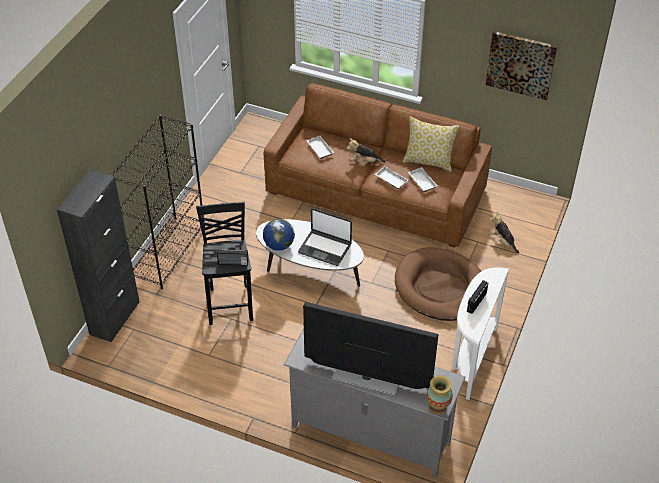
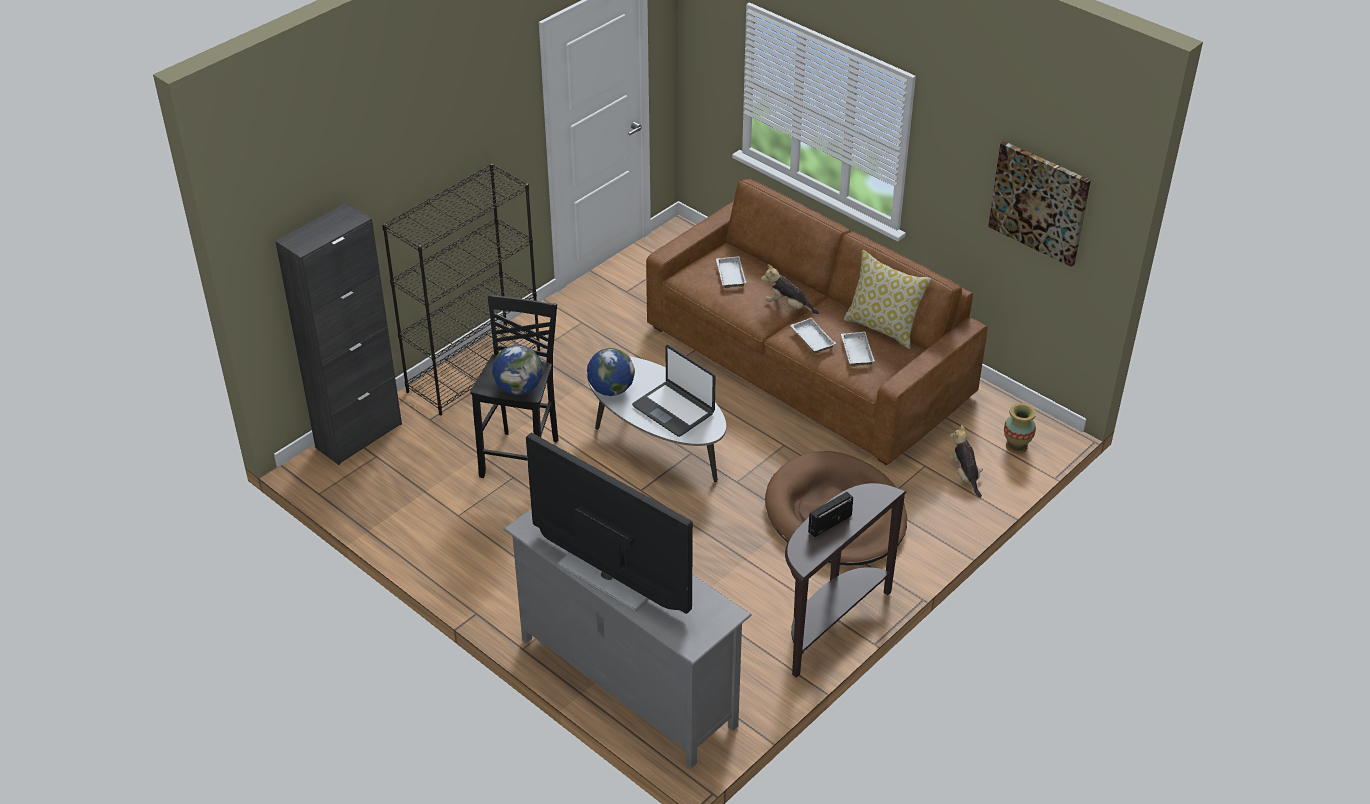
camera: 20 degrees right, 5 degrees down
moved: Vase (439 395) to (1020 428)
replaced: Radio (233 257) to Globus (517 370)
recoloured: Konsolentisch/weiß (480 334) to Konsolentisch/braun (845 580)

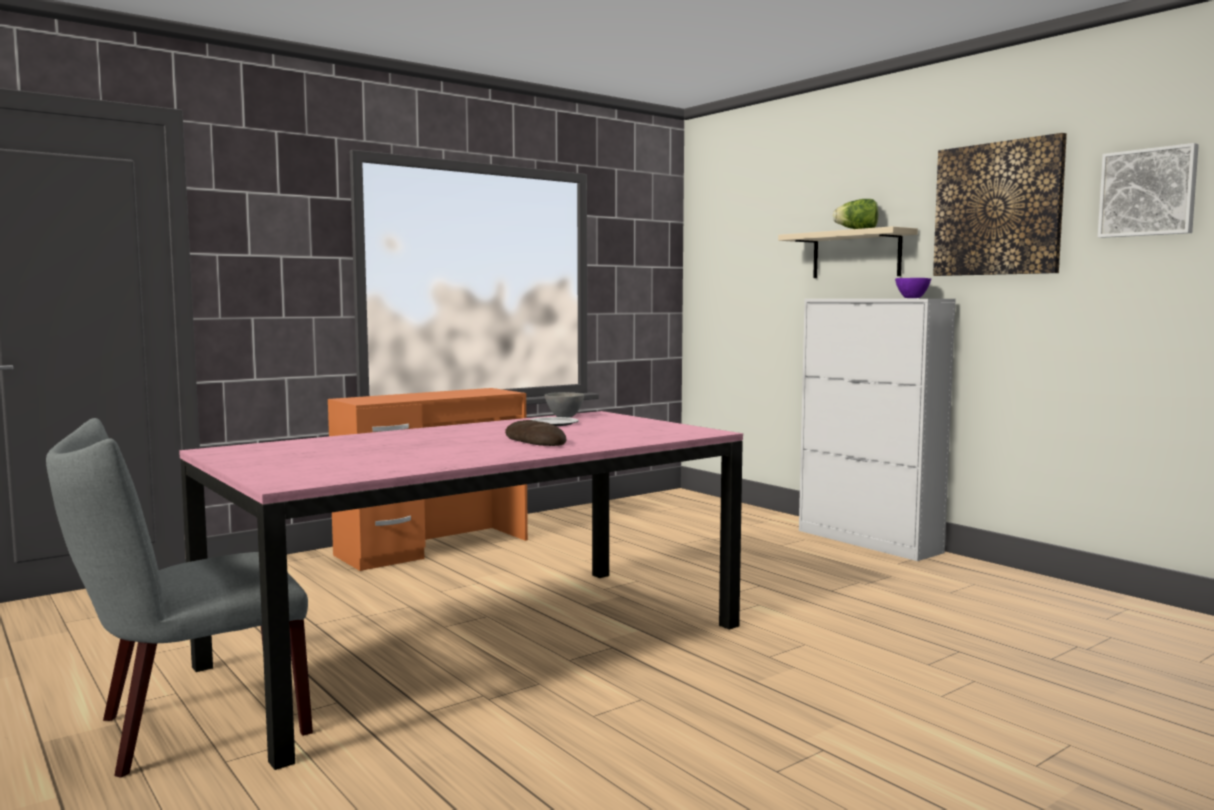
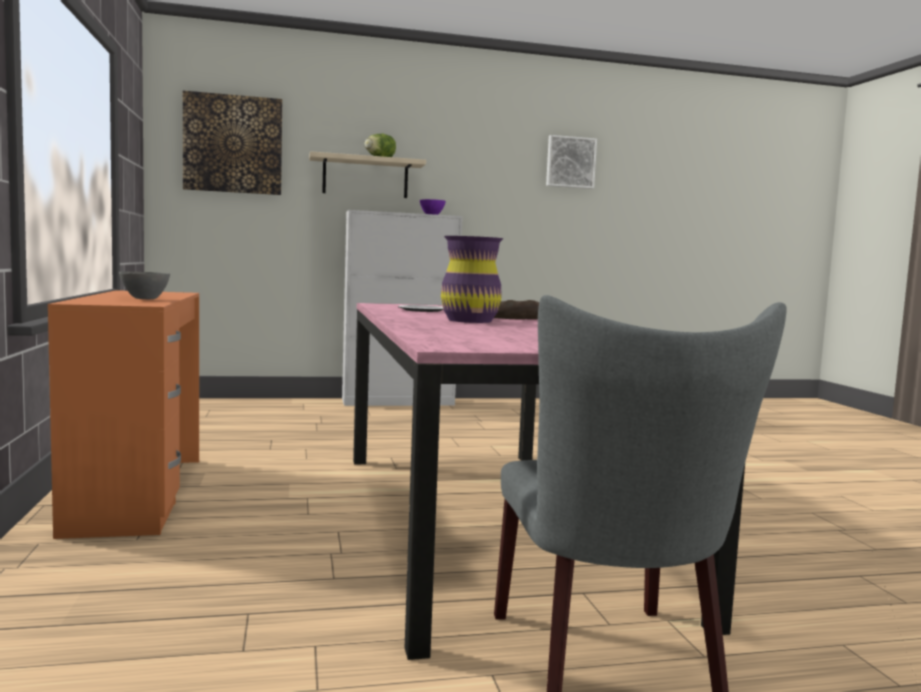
camera: 65 degrees left, 0 degrees up
added: Vase/lila (472 279)
moved: Schüssel/grau (564 405) to (144 285); Bild (1000 204) to (232 143)

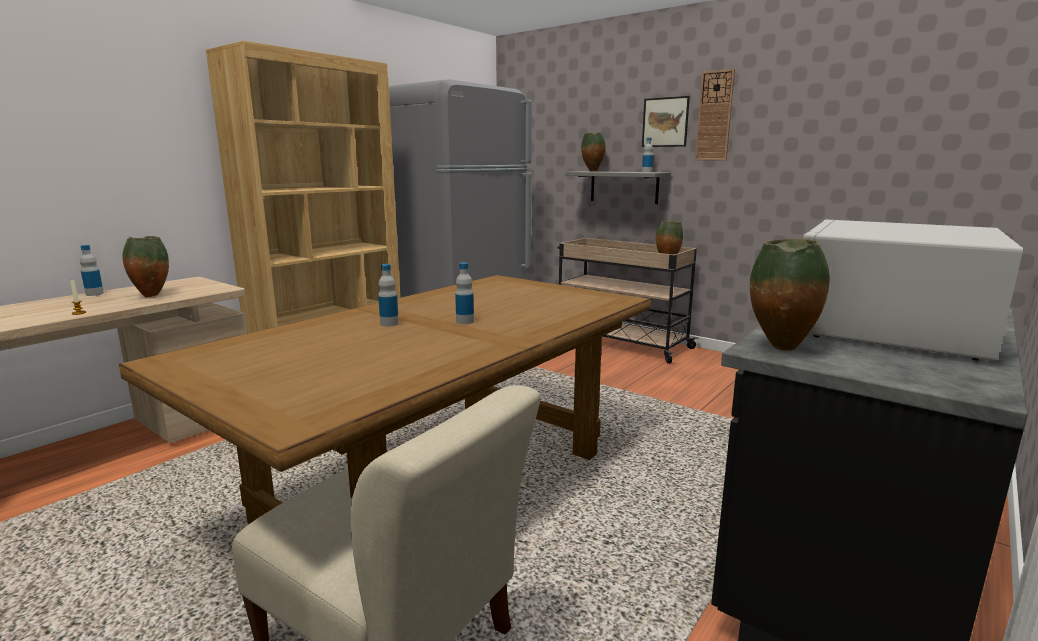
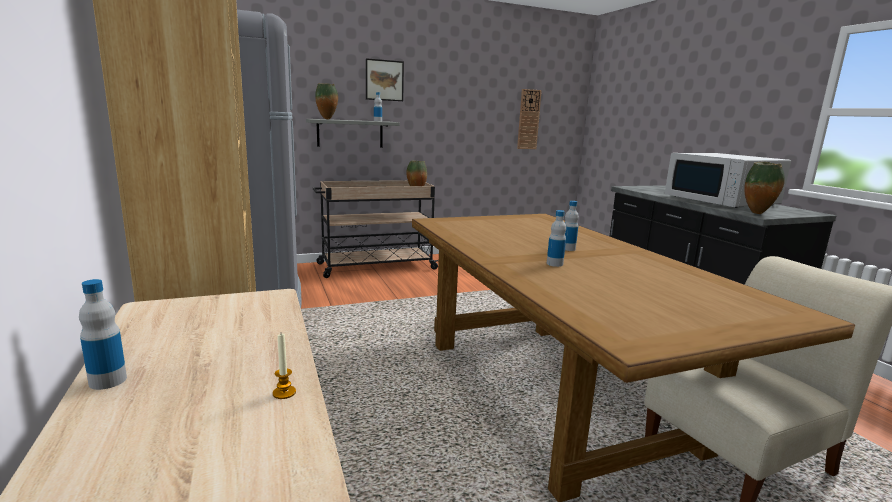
camera: 60 degrees left, 0 degrees up
removed: Vase (145 266)
moved: Wanduhr (715 114) to (529 119)

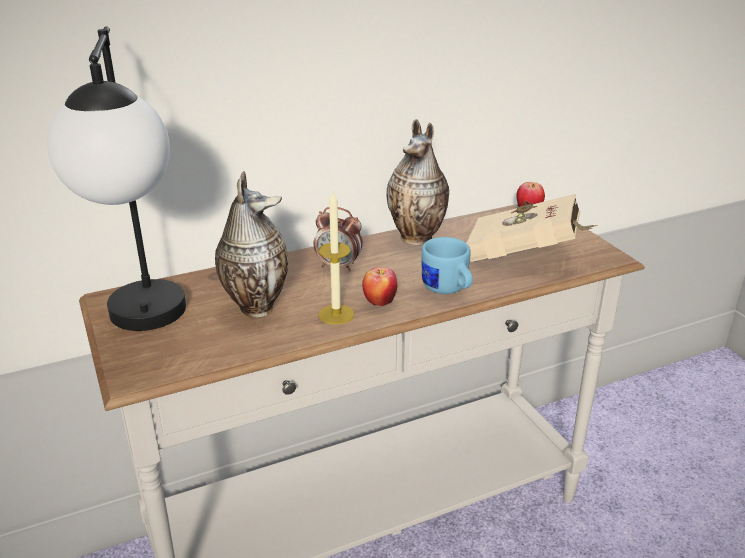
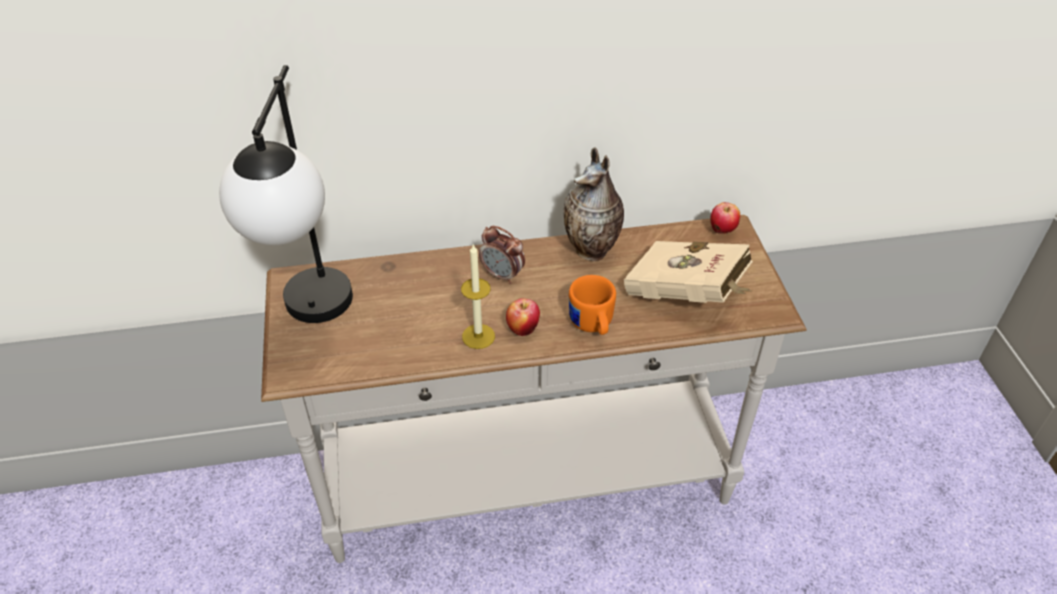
camera: 15 degrees right, 15 degrees up
removed: Vase (252 244)
recoloured: Henkelbecher/blau (447 265) to Henkelbecher/orange (592 305)

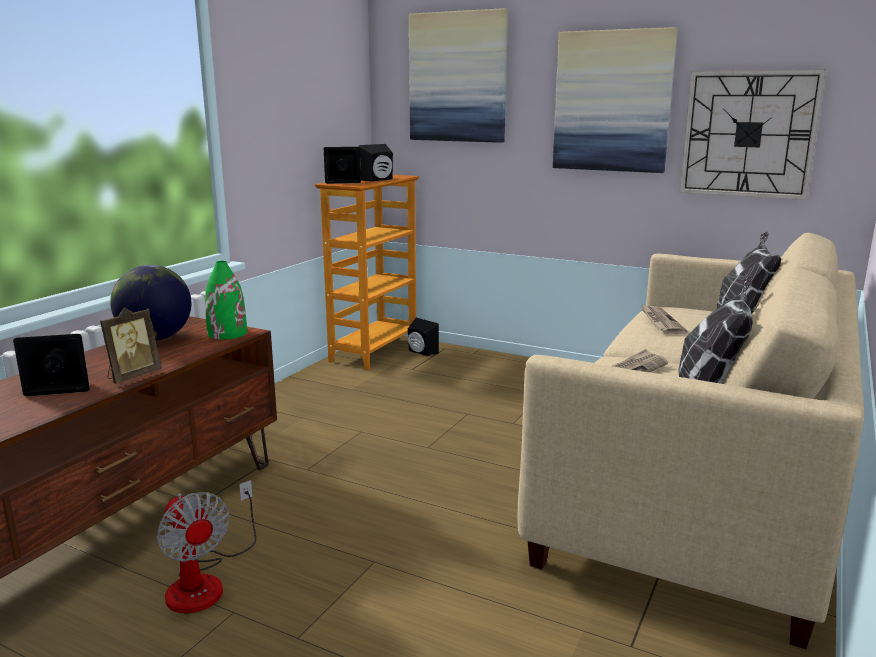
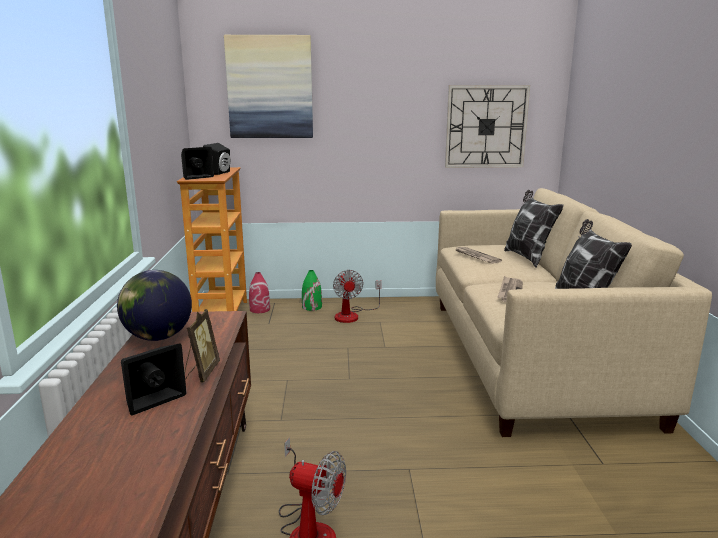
camera: 30 degrees left, 0 degrees up
removed: Bild (615 100)
added: Ventilator (357 296)
moved: Vase/grün (226 300) to (312 290)
replaced: Lautsprecher/schwarz (423 337) to Vase/rot (259 292)

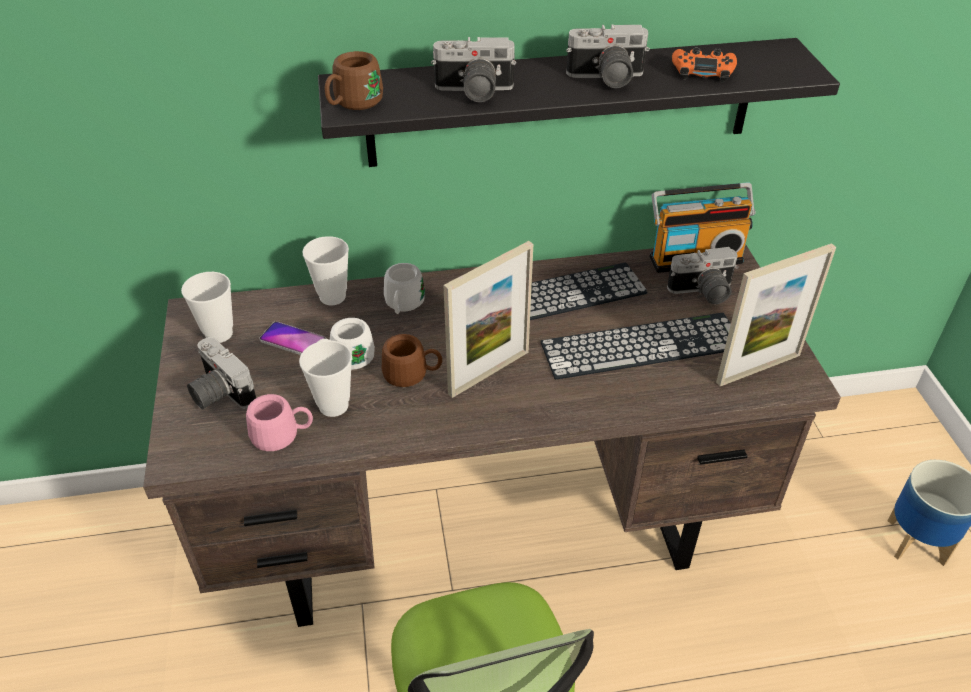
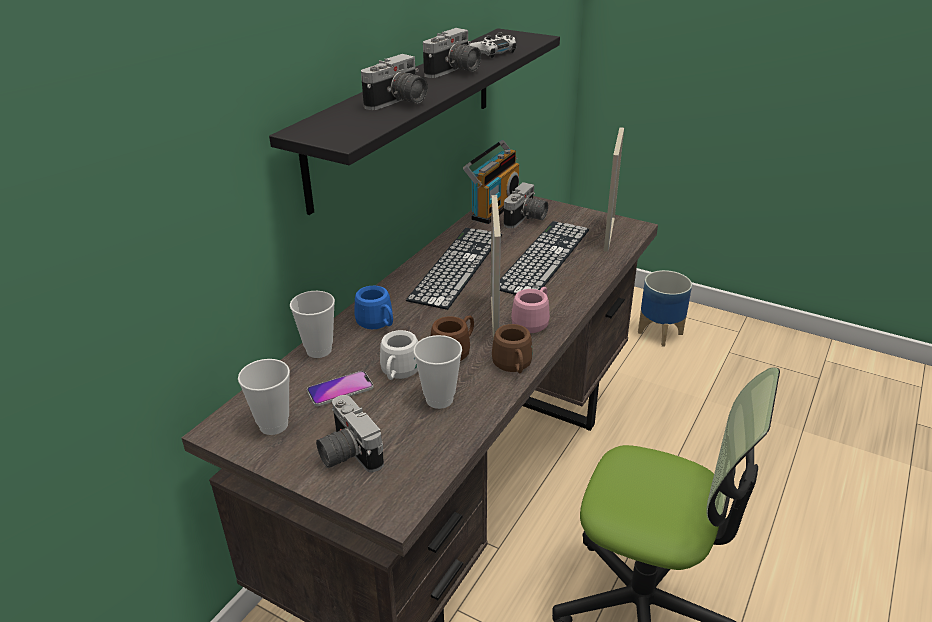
camera: 50 degrees left, 10 degrees down
moved: Henkelbecher/braun (354 80) to (512 348); Henkelbecher/rosa (279 422) to (530 310)
recoloured: Henkelbecher/weiß (404 288) to Henkelbecher/blau (374 307); Gamepad/orange (704 64) to Gamepad/weiß (493 45)
turned: Kamera (221 373) = (350 434) 60 degrees clockwise

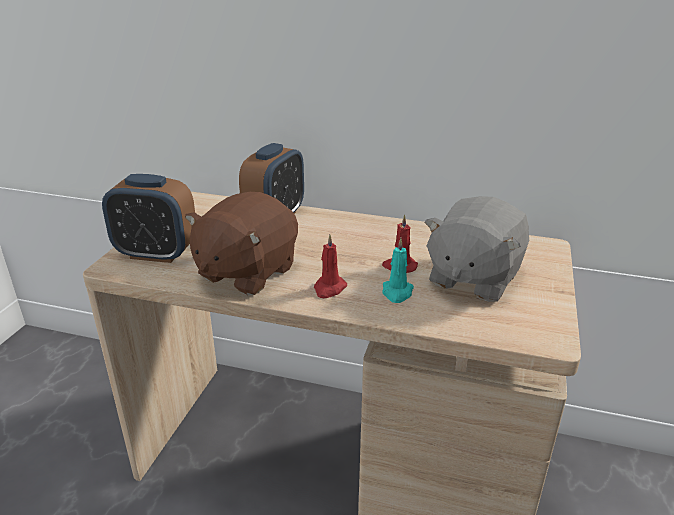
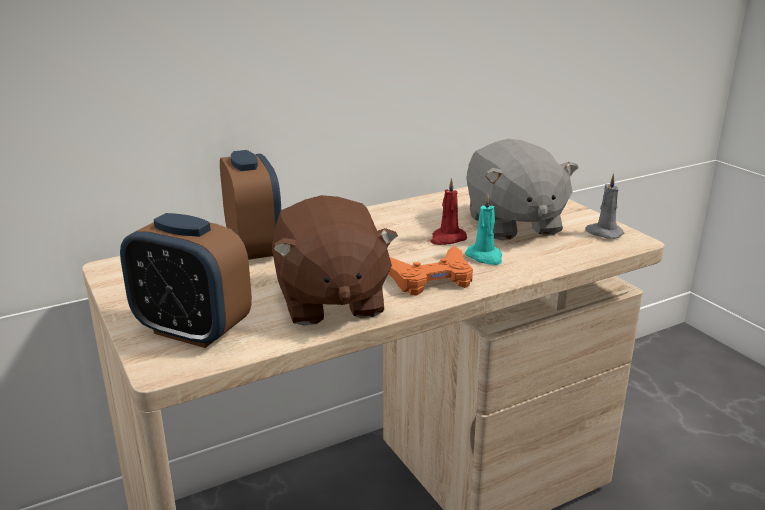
camera: 45 degrees left, 5 degrees down
added: Kerze/grau (604 206)
replaced: Kerze/rot (330 266) to Gamepad/orange (430 270)
turned: Wecker (148 218) = (186 280) 60 degrees clockwise

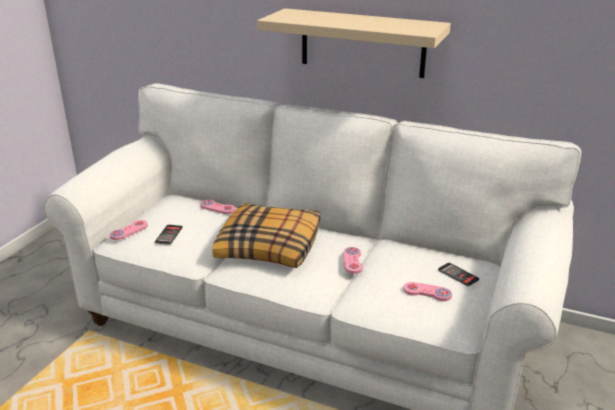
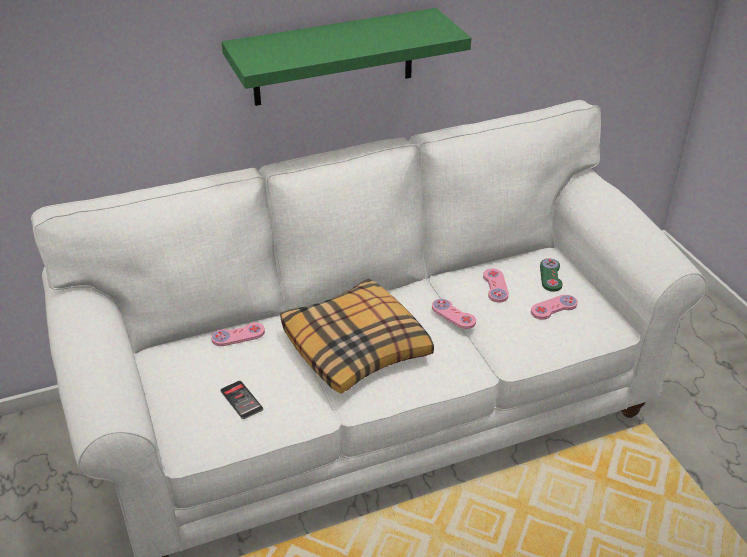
camera: 45 degrees left, 10 degrees up
moved: Gamepad/rosa (129 230) to (496 286)
replaced: Handy (459 275) to Gamepad/grün (551 275)
recoloured: Wandregal/beige (354 43) to Wandregal/grün (346 57)

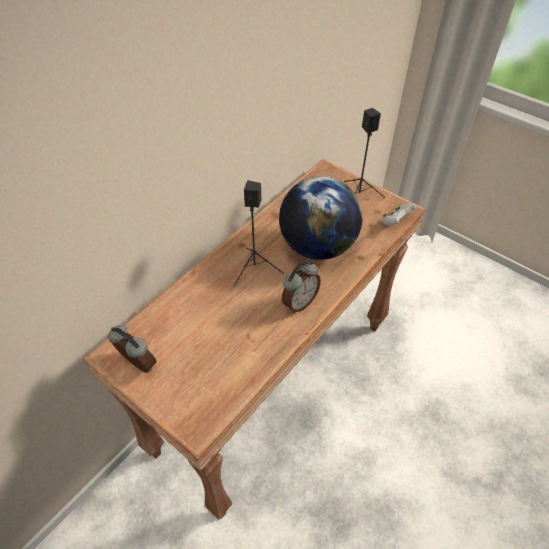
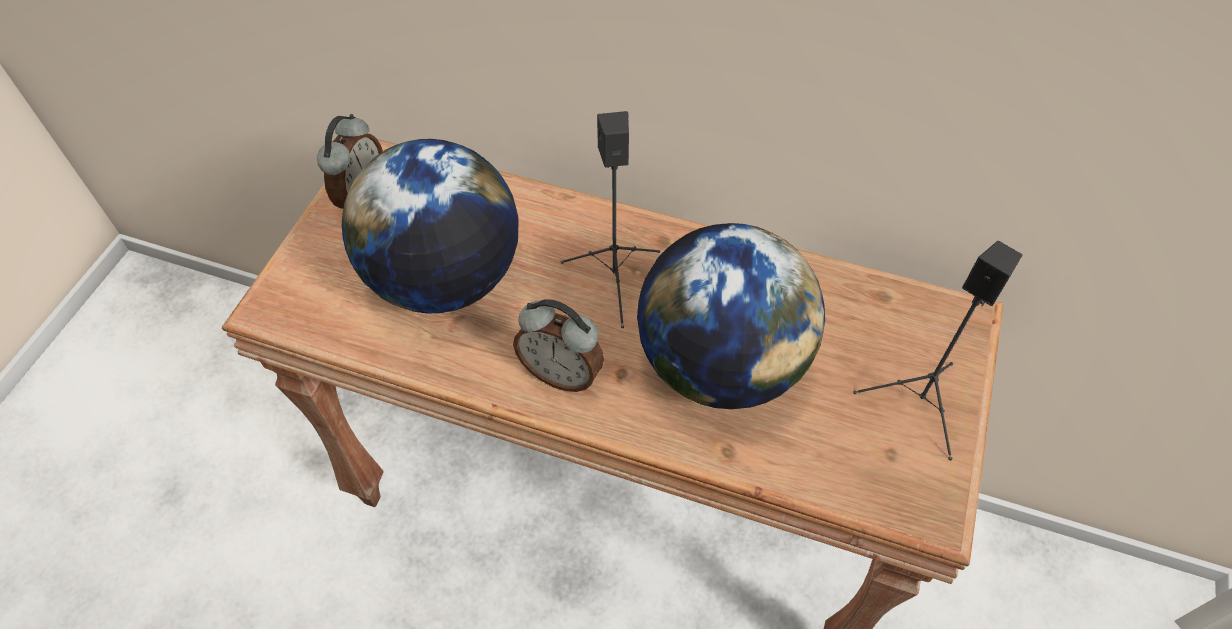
camera: 70 degrees right, 5 degrees up
removed: Gamepad/weiß (399 214)
added: Globus (430 226)

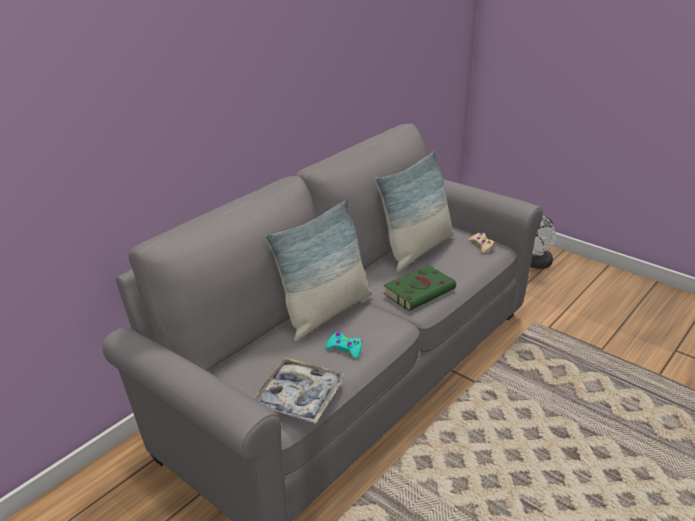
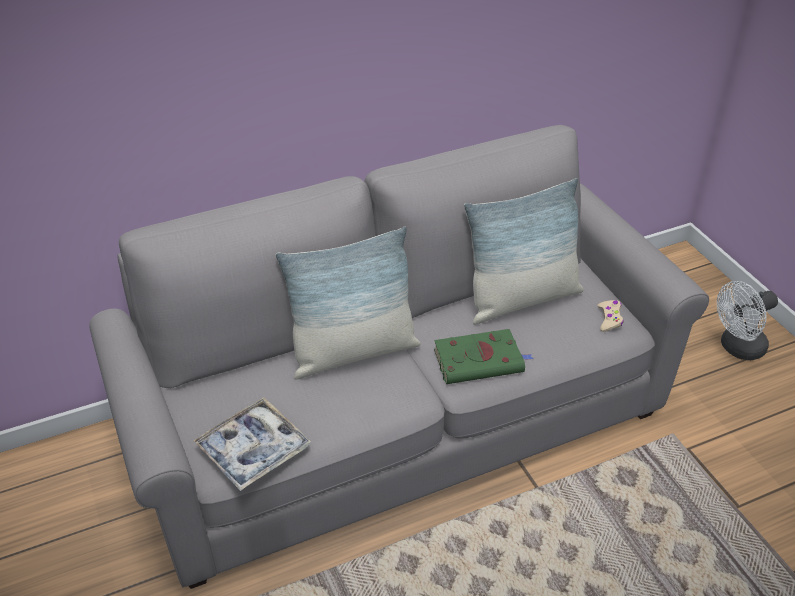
camera: 25 degrees right, 10 degrees up
removed: Gamepad/türkis (343 345)

